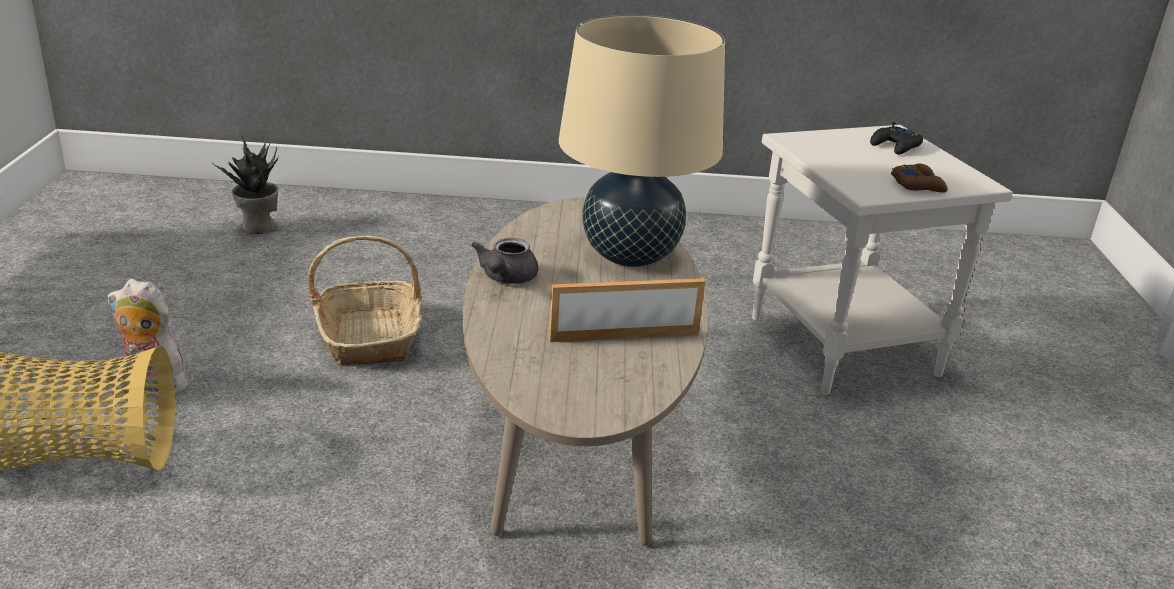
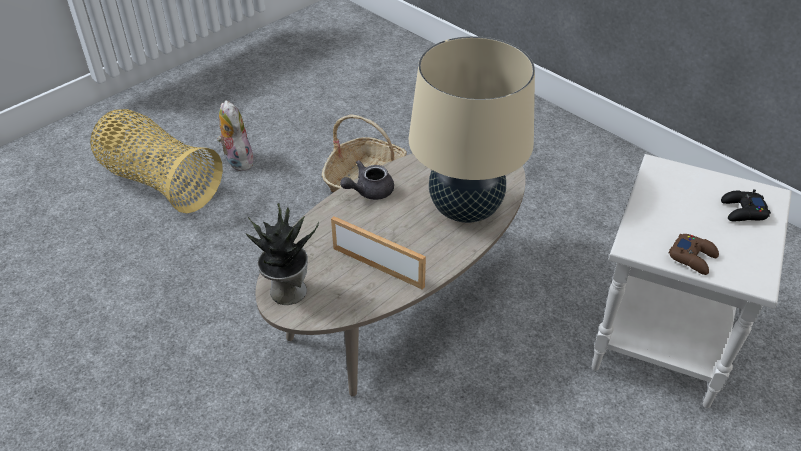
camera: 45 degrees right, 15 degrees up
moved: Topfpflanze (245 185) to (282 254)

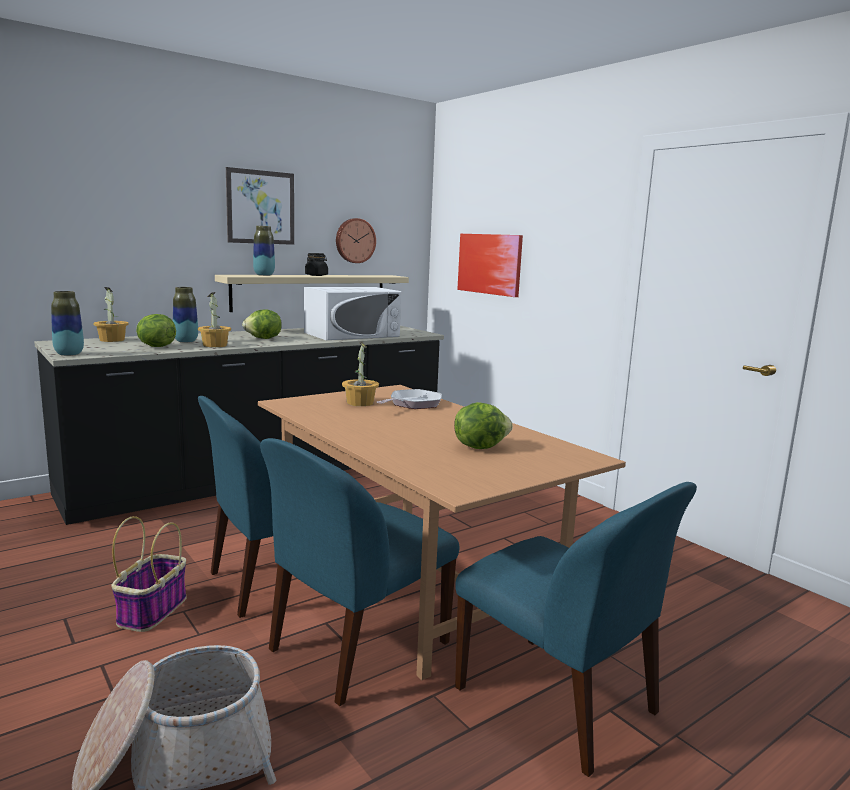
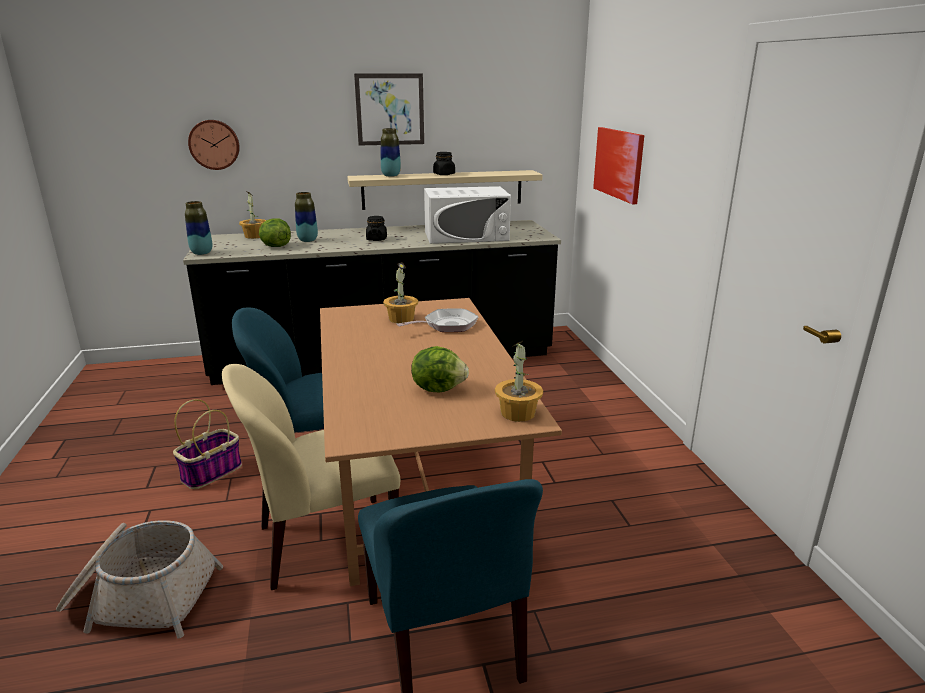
camera: 25 degrees right, 10 degrees up
moved: Wanduhr (356 240) to (214 145); Topfpflanze (214 319) to (519 381)
replaced: Salatkopf (262 324) to Vorratsglas/schwarz (376 228)
recoloured: Stuhl/blau (360 572) to Stuhl/beige (311 477)

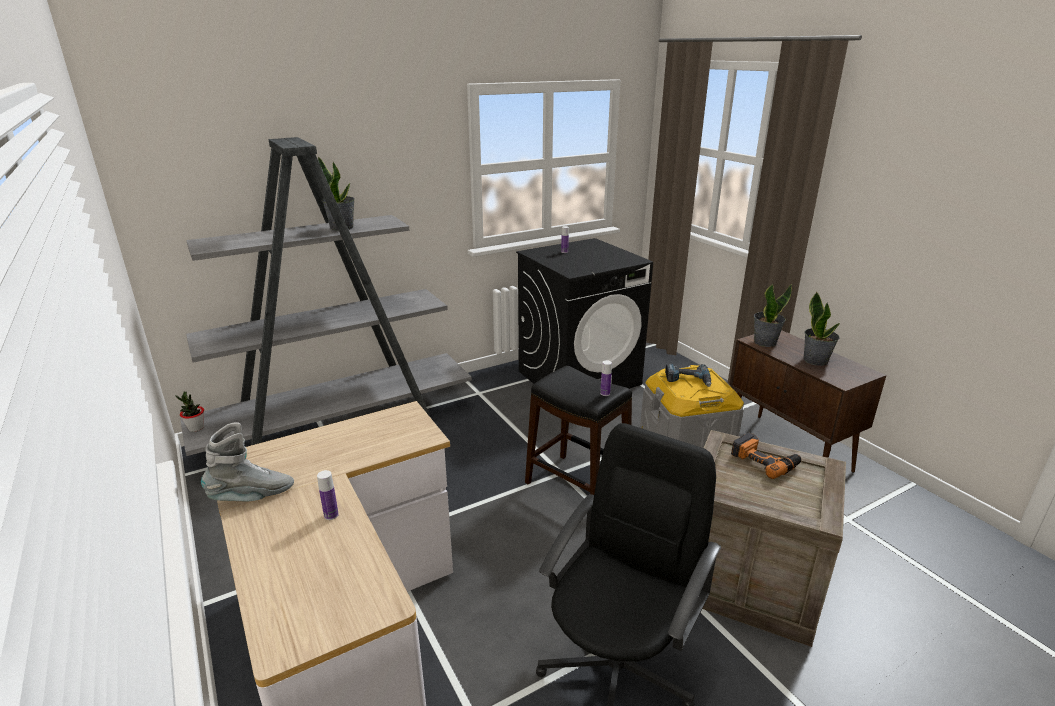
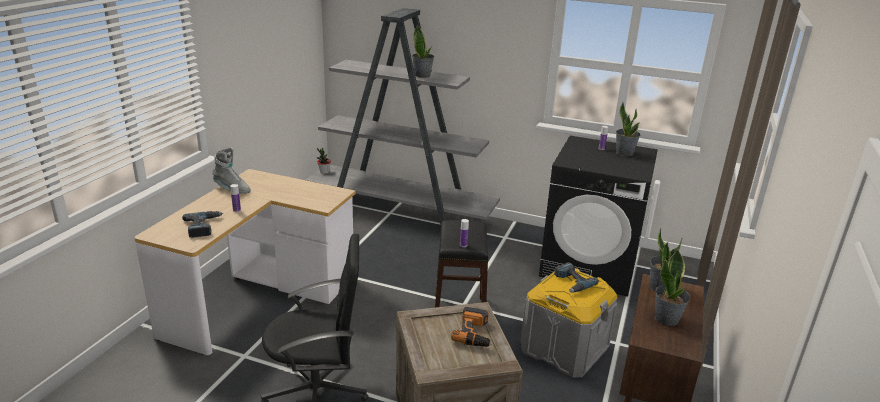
camera: 50 degrees right, 0 degrees up
added: Bohrmaschine (202 224); Topfpflanze (628 129)

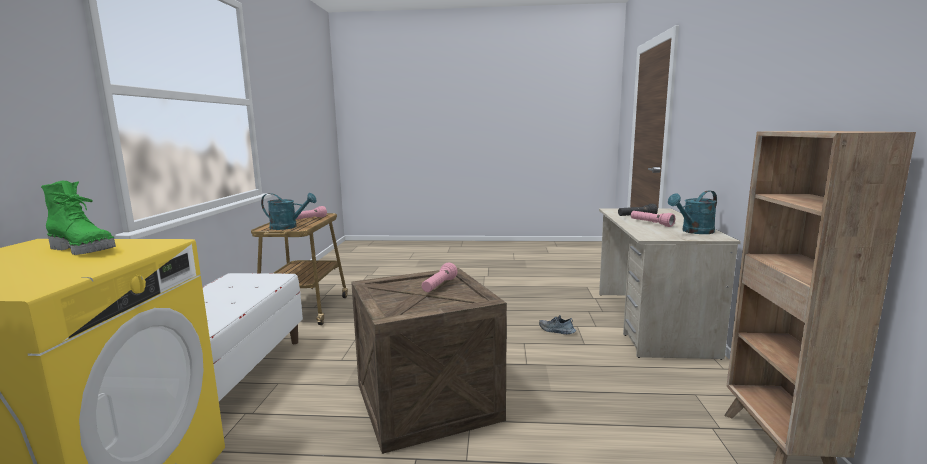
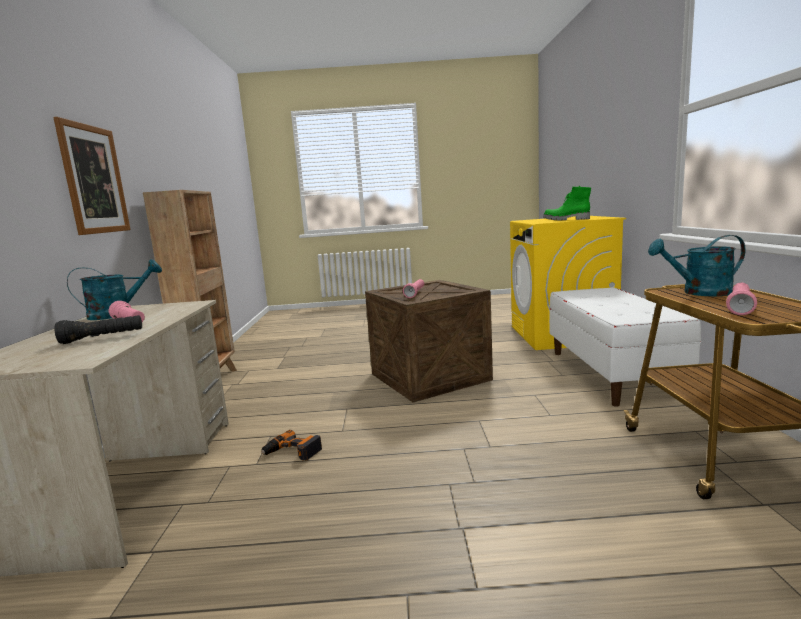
camera: 175 degrees right, 0 degrees up
added: Bild (92 176)
replaced: Schuh (557 324) to Bohrmaschine (291 445)

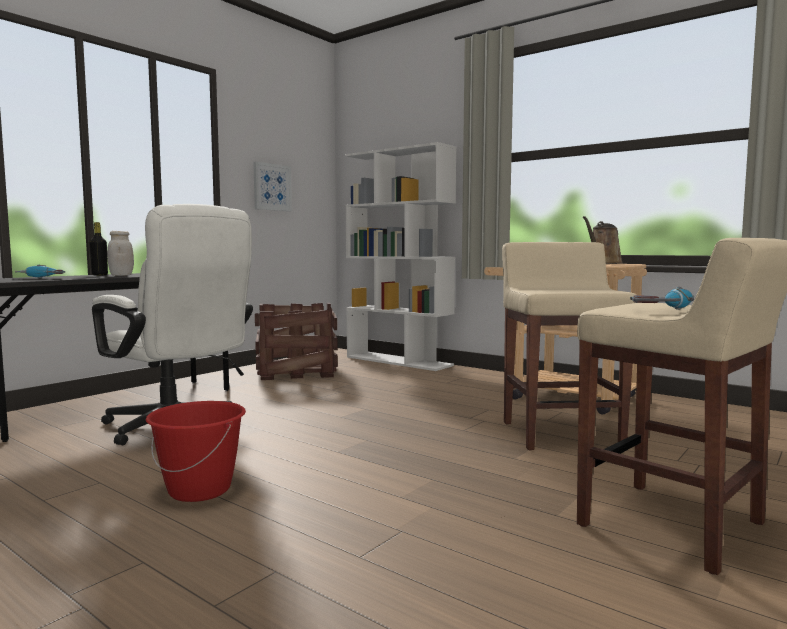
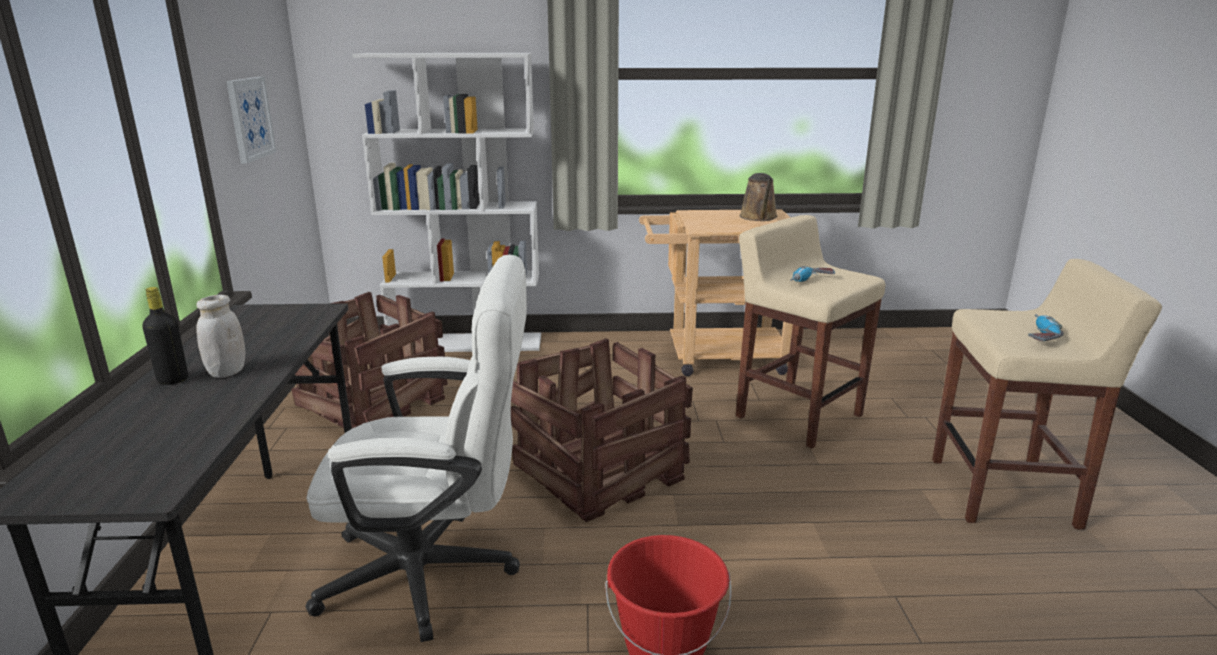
camera: 40 degrees left, 15 degrees up
added: Kiste (602 430)
moved: Bohrmaschine (40 271) to (812 274)

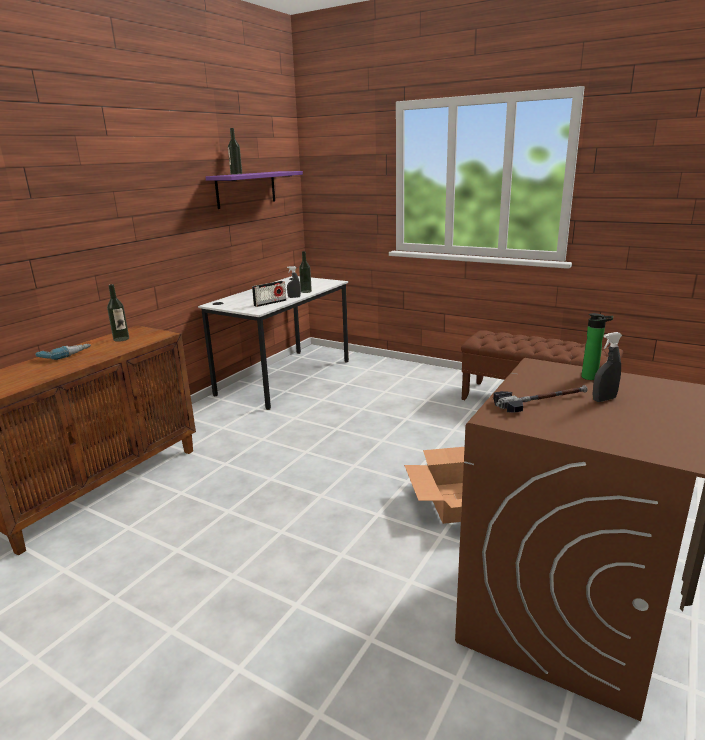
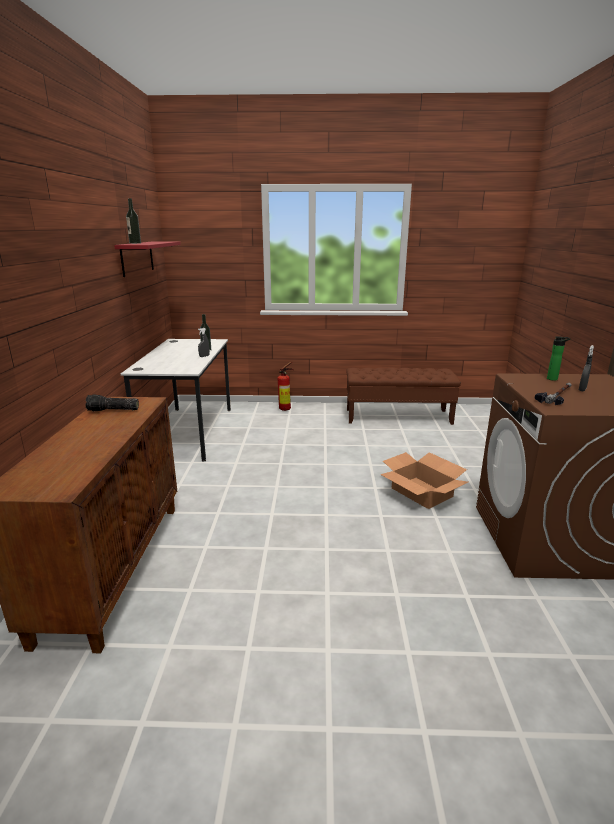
camera: 30 degrees left, 0 degrees up
removed: Bohrmaschine (63 352); Radio (269 294)
added: Feuerlöscher (285 386)
replaced: Flasche (118 313) to Taschenlampe (112 402)
recoloured: Wandregal/lila (254 190) to Wandregal/rot (147 259)

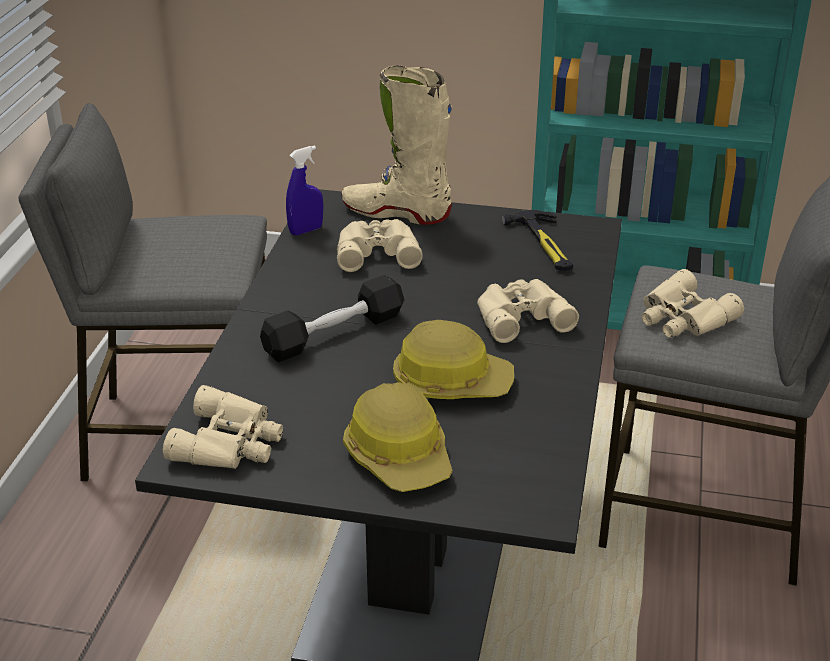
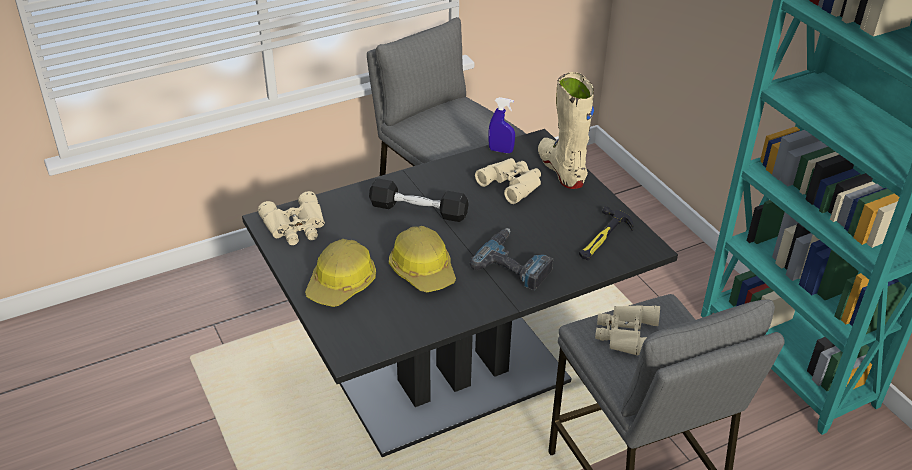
camera: 50 degrees right, 5 degrees up
replaced: Fernglas/beige (528 311) to Bohrmaschine (512 259)

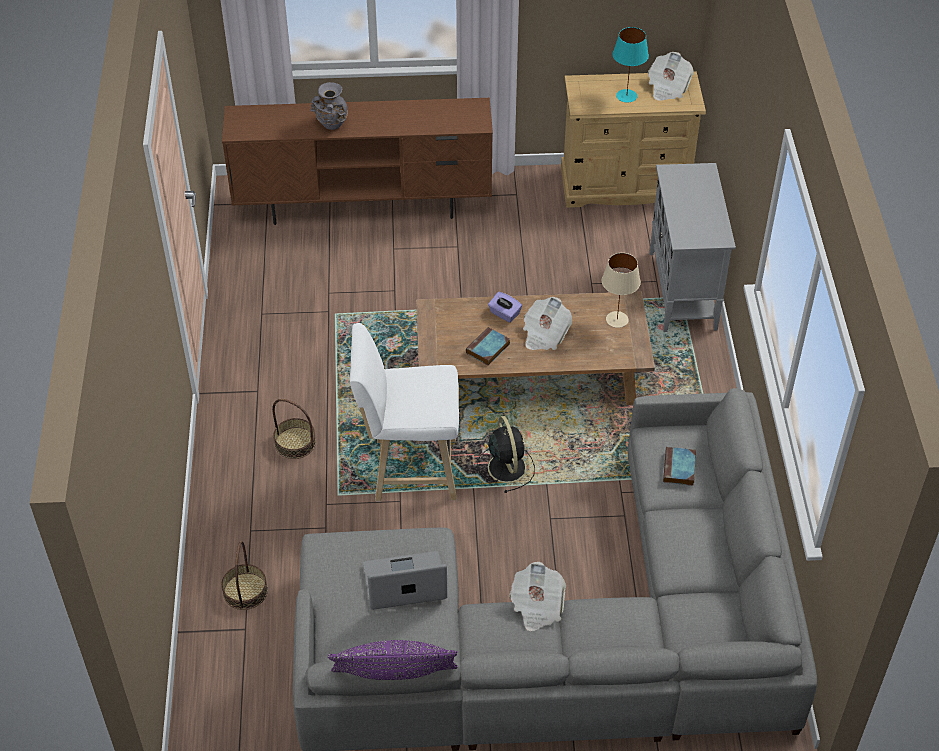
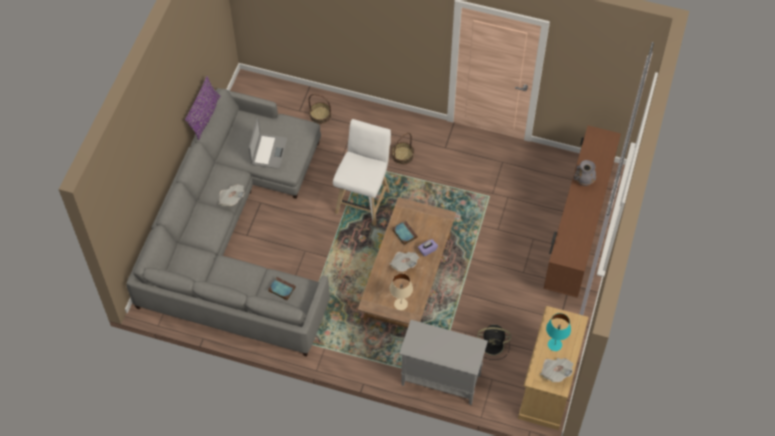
camera: 110 degrees right, 10 degrees up
moved: Ventilator/schwarz (506 454) to (494 342)

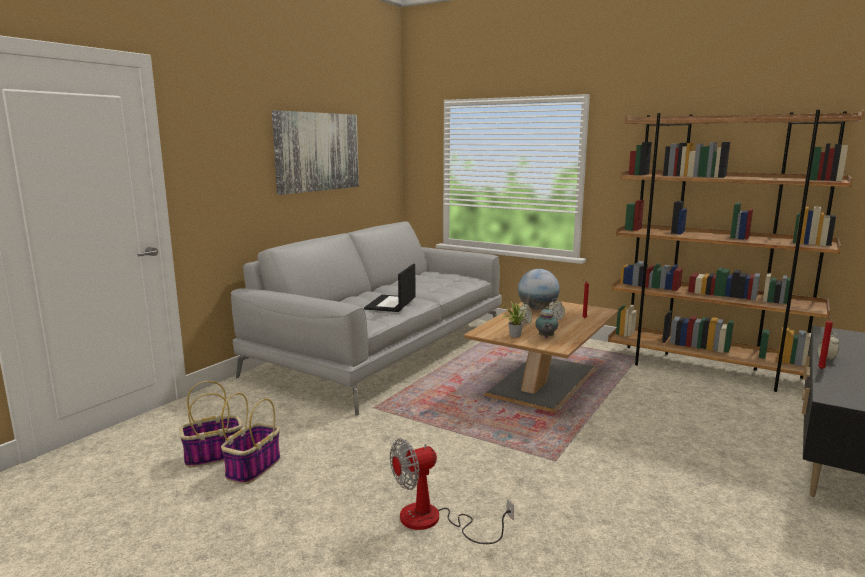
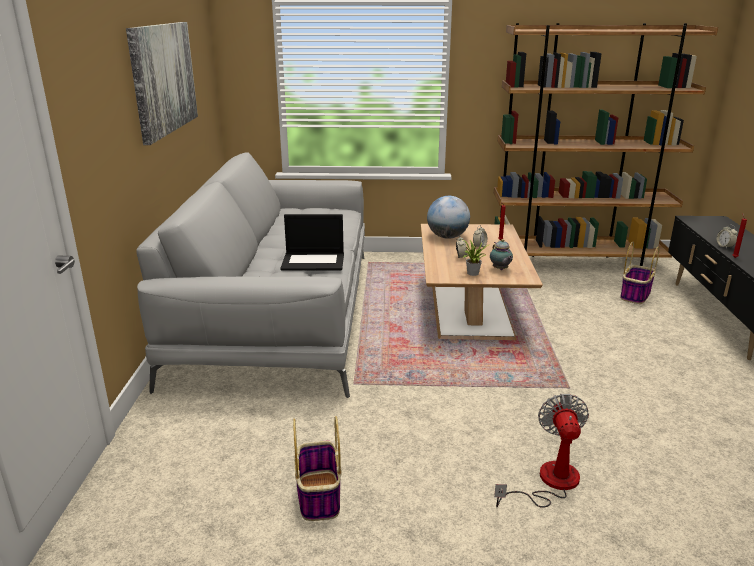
camera: 30 degrees left, 10 degrees up
moved: Korb (211 424) to (639 273)
turned: Laptop (390 288) = (312 242) 75 degrees counterclockwise; Ventilator (452 491) = (541 451) 150 degrees clockwise

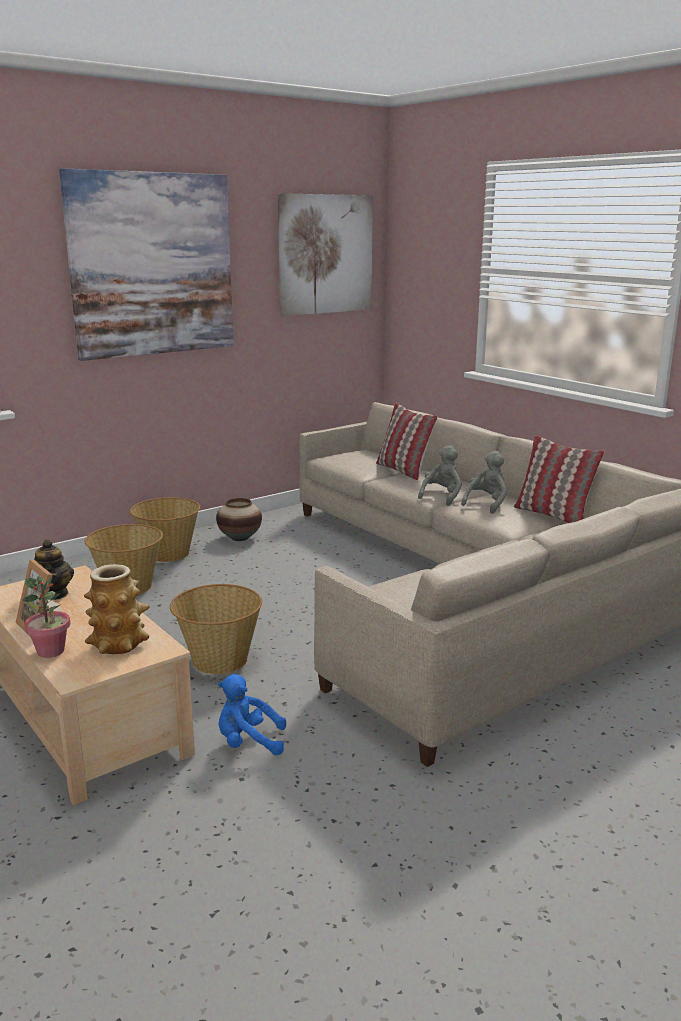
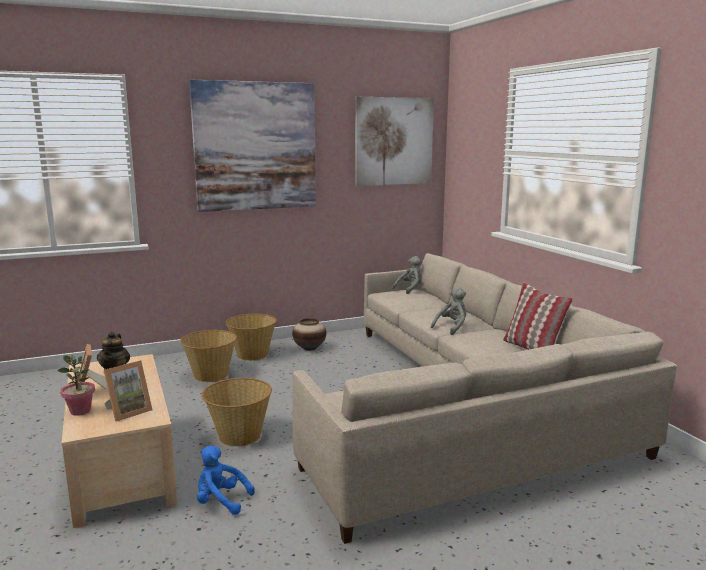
camera: 15 degrees right, 5 degrees down
removed: Kissen (407 441)
moved: Plüschtier/grau (484 482) to (407 275)
replaced: Vase (117 609) to Bilderrahmen (128 391)

